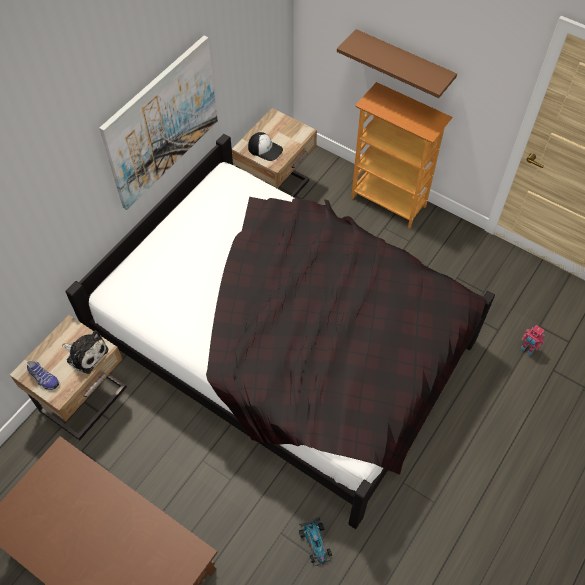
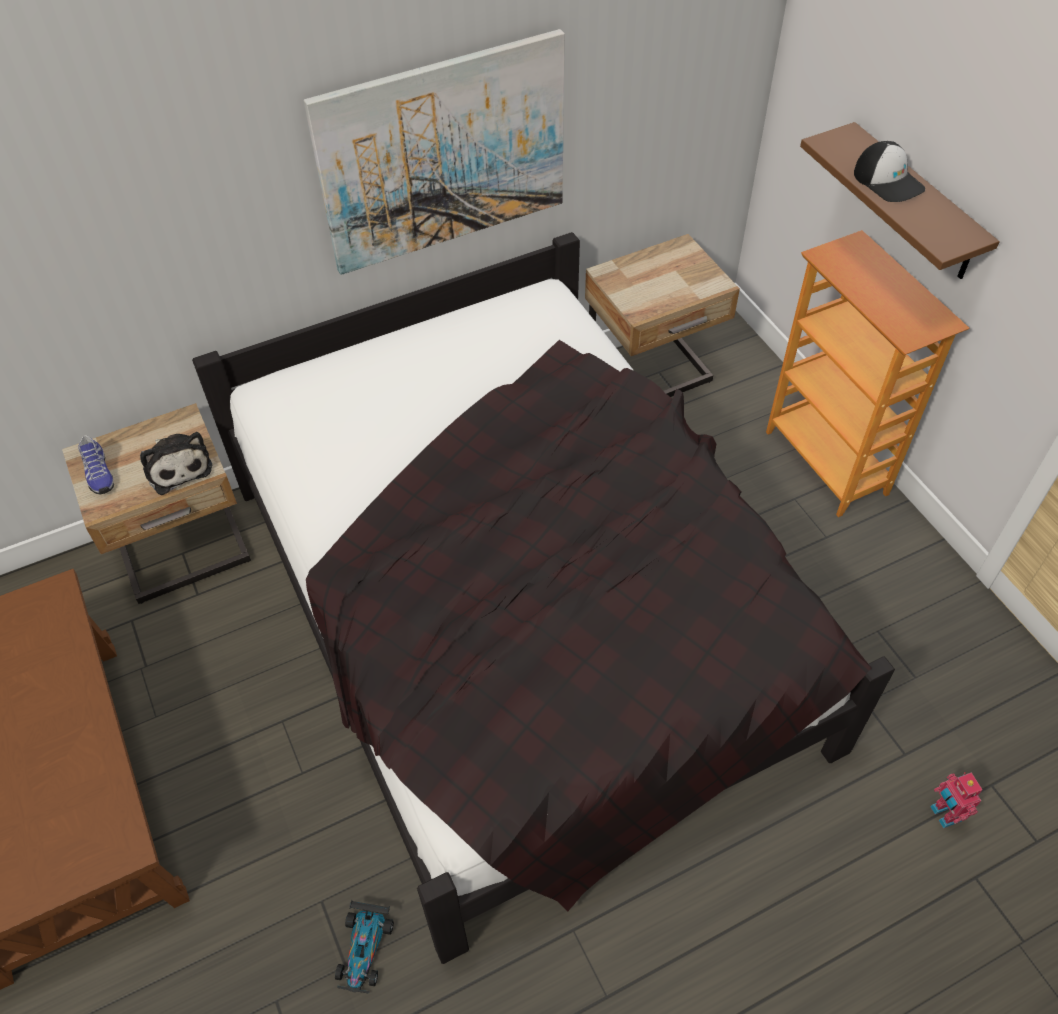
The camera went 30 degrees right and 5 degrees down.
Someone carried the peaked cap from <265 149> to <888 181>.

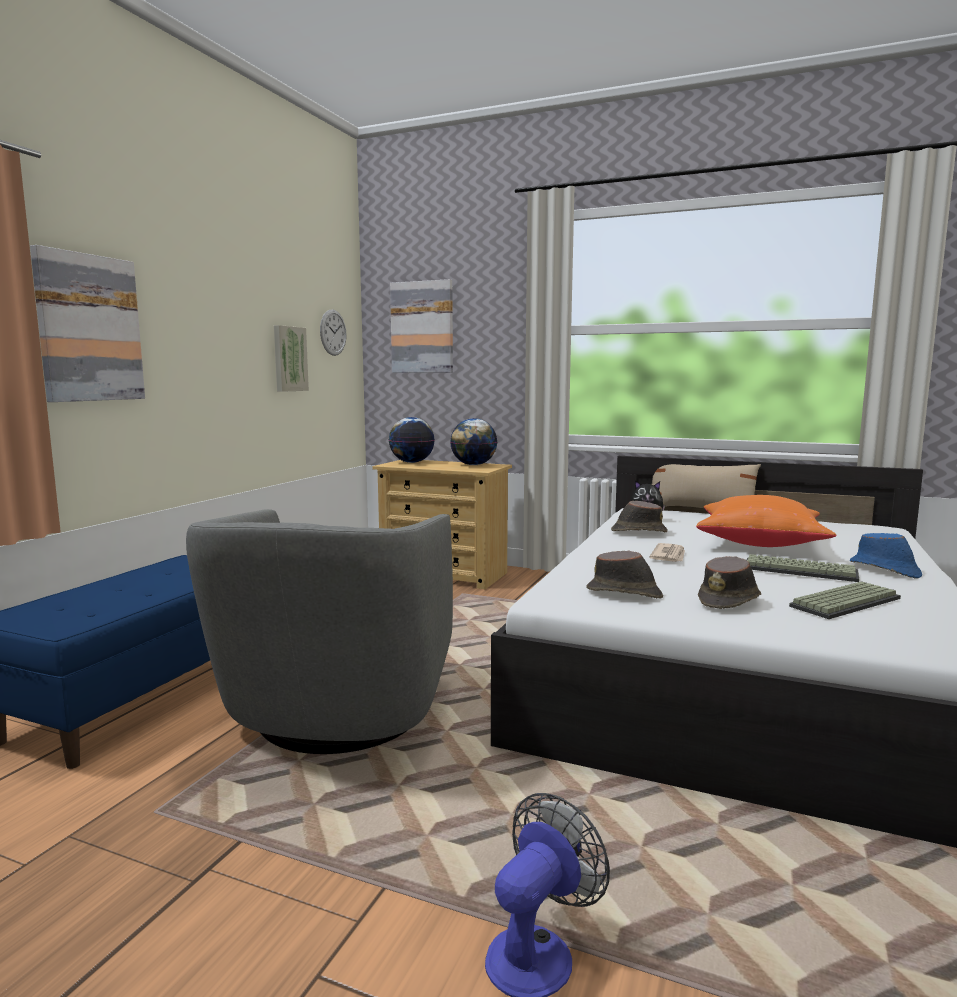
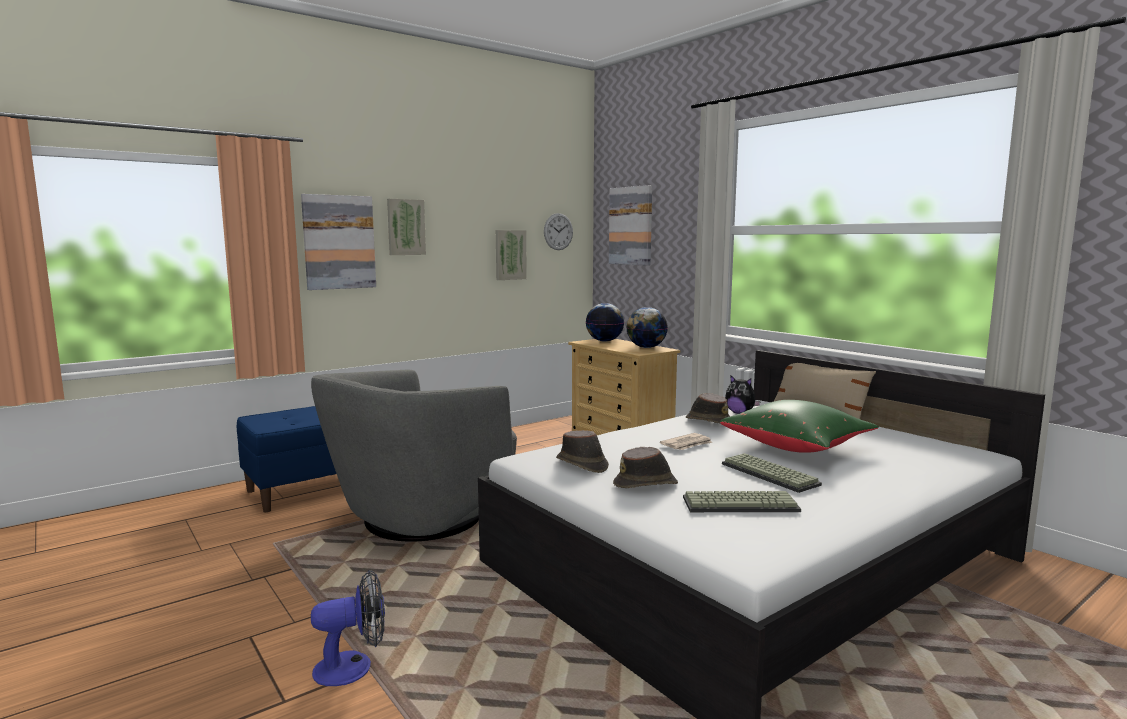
The camera went 30 degrees right and 0 degrees up.
Someone took away the wearable hat/bluish at <884 570>.
Someone put up the wall art at <405 227>.
Someone repainted the cushion/orange-coloured at <760 543>, which became the cushion/green-coloured at <797 447>.

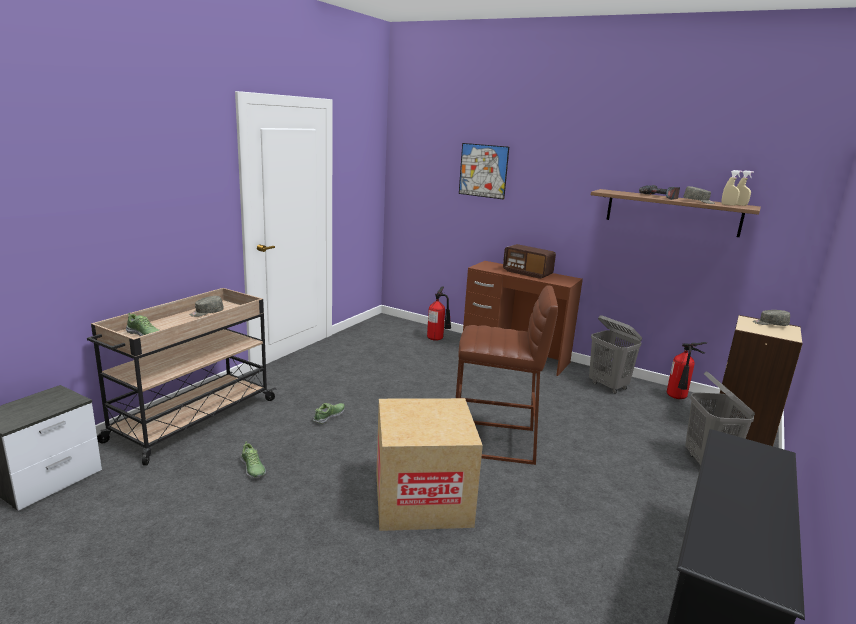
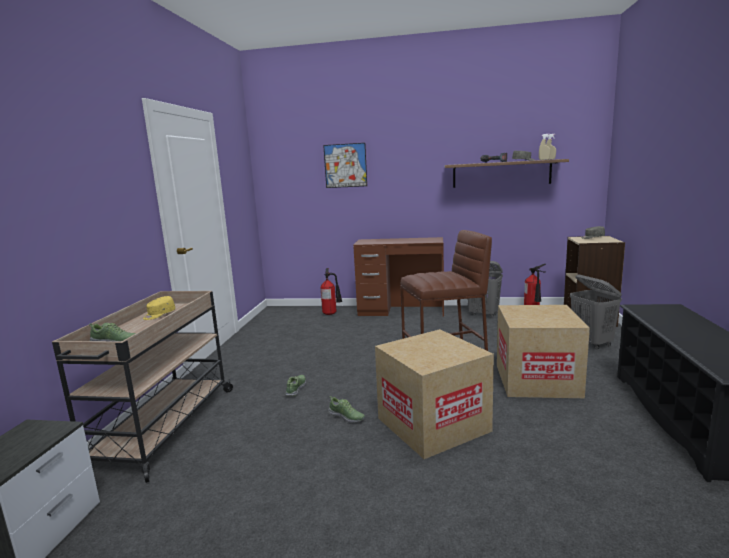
The camera went 20 degrees left and 5 degrees down.
Someone took away the radio at <527 273>.
Someone put down the packing box at <537 380>.
Someone carried the item of footwear from <252 469> to <347 417>.
Someone repainted the peaked cap/gray at <206 313>, which became the peaked cap/yellow at <159 315>.

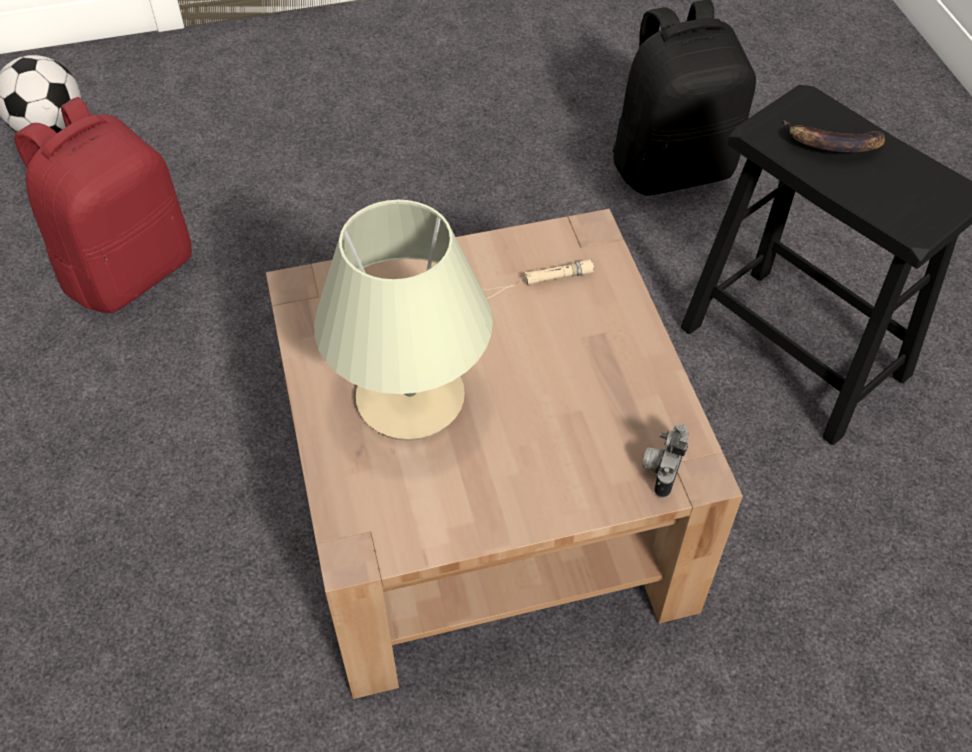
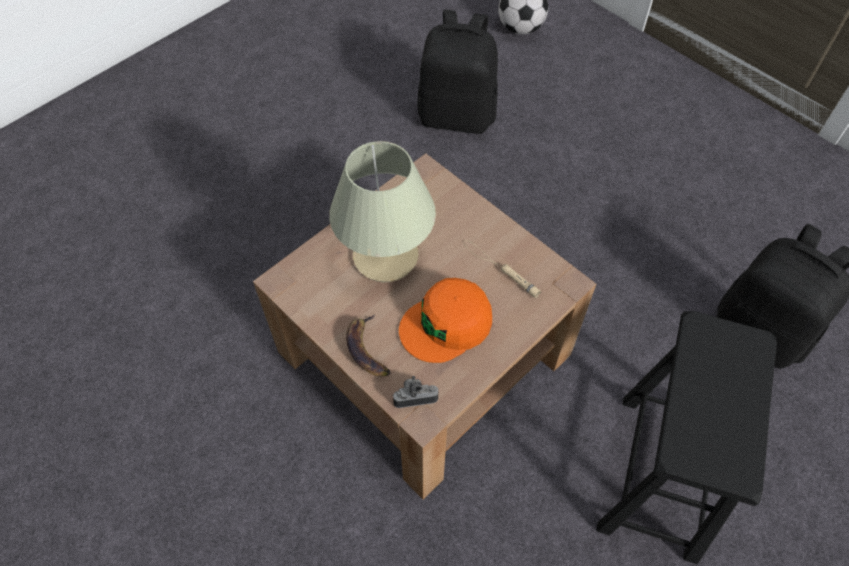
The camera went 60 degrees right and 5 degrees up.
Someone put down the peaked cap/orange-coloured at <447 325>.
Someone carried the banana from <832 144> to <367 349>.
Someone repainted the backpack/reddish at <128 270>, which became the backpack/blackish at <457 115>.

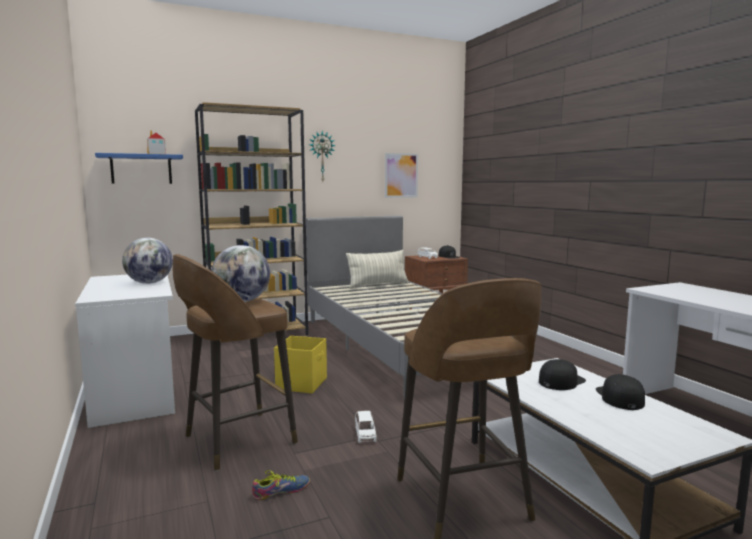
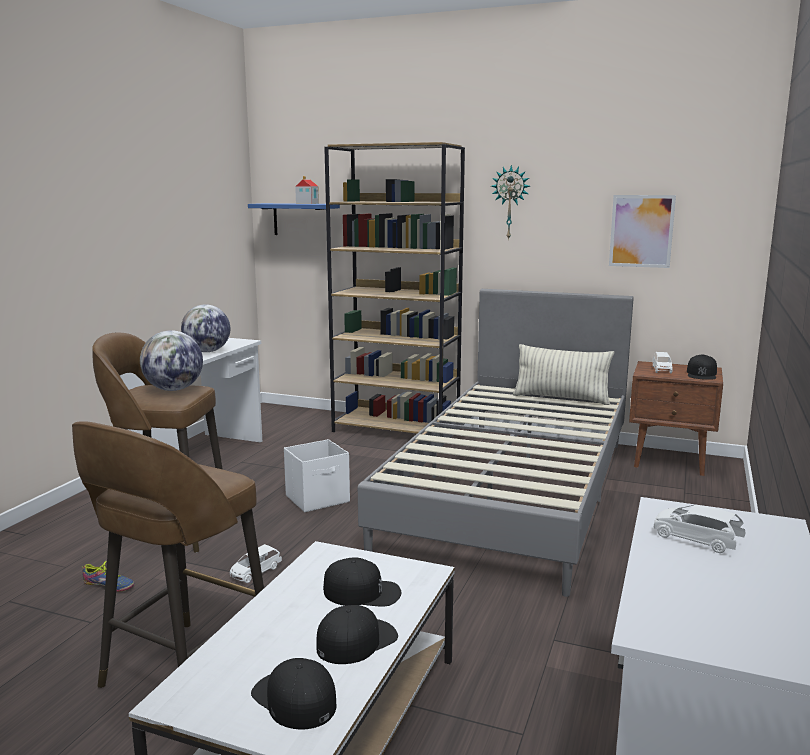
The camera went 45 degrees right and 5 degrees up.
Someone put down the peaked cap/blackish at <294 699>.
Someone put down the toy car/white-coloured at <696 539>.
Someone repainted the storage bin/yellow at <302 383>, which became the storage bin/white-coloured at <318 499>.

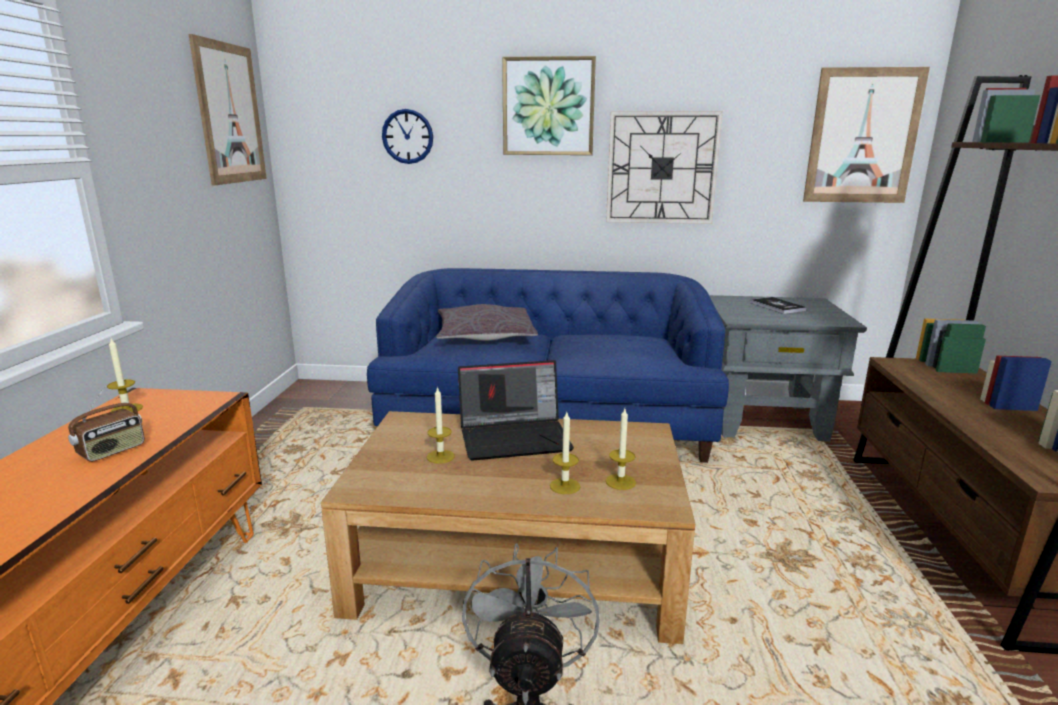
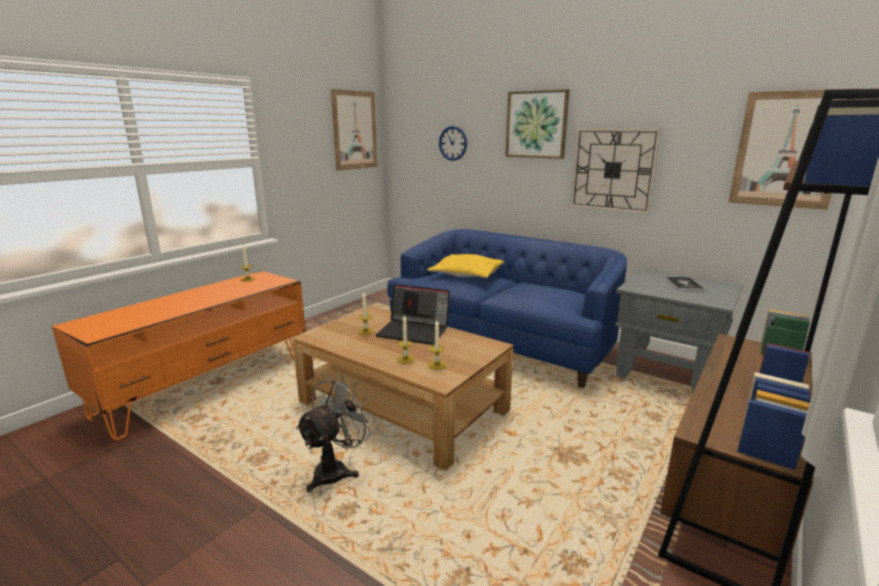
The camera went 30 degrees right and 0 degrees up.
Someone took away the radio at <112 451>.
Someone repainted the cushion/gray at <485 335>, which became the cushion/yellow at <467 274>.

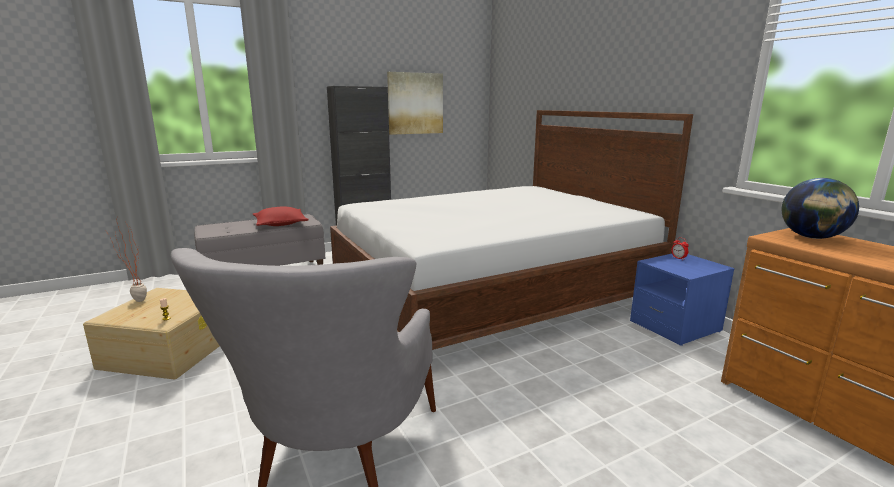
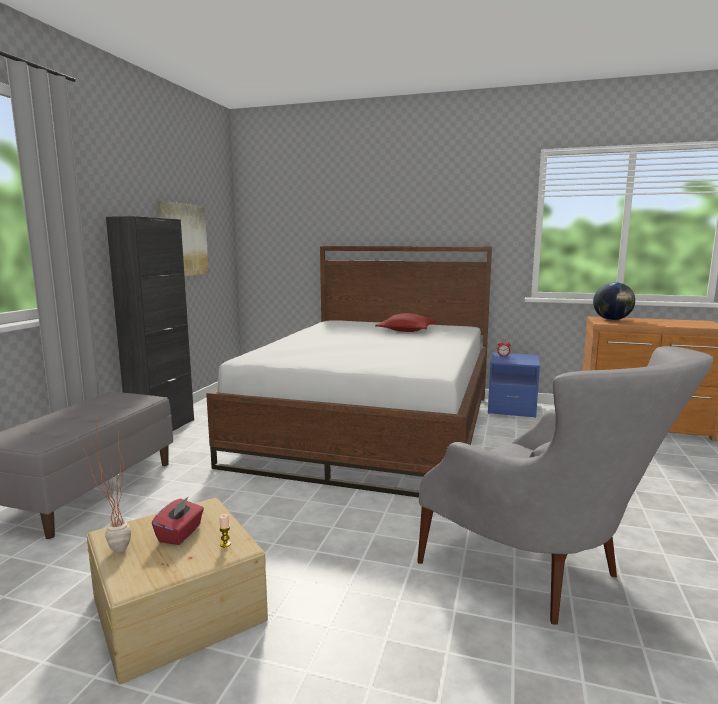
The camera went 45 degrees left and 5 degrees down.
Someone put down the box of tissues/reddish at <180 534>.
Someone carried the cushion/reddish from <280 224> to <406 331>.

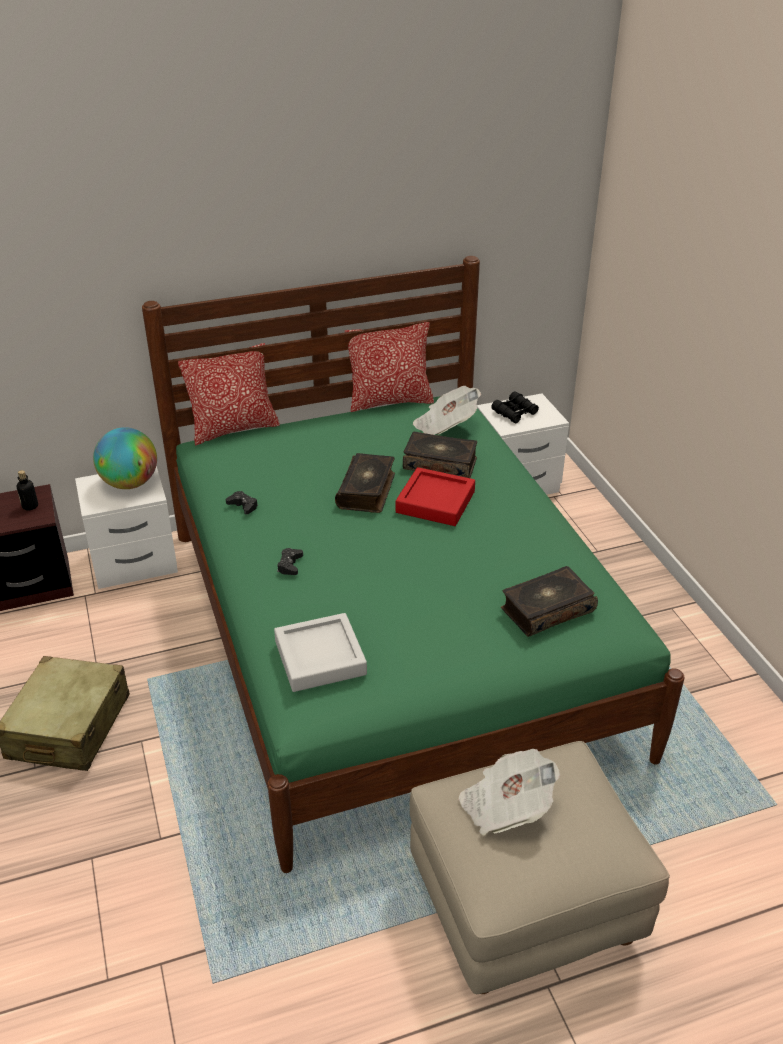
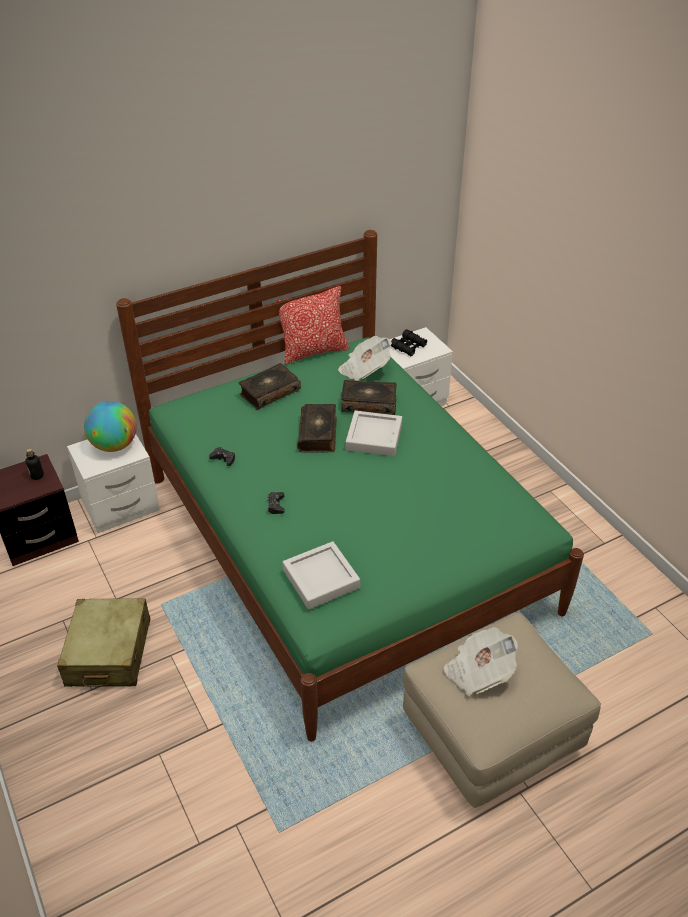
The camera went 10 degrees left and 5 degrees up.
Someone took away the cushion at <234 429>.
Someone carried the book from <546 609> to <269 392>.
Someone repainted the tray/reddish at <435 502>, which became the tray/gray at <374 437>.

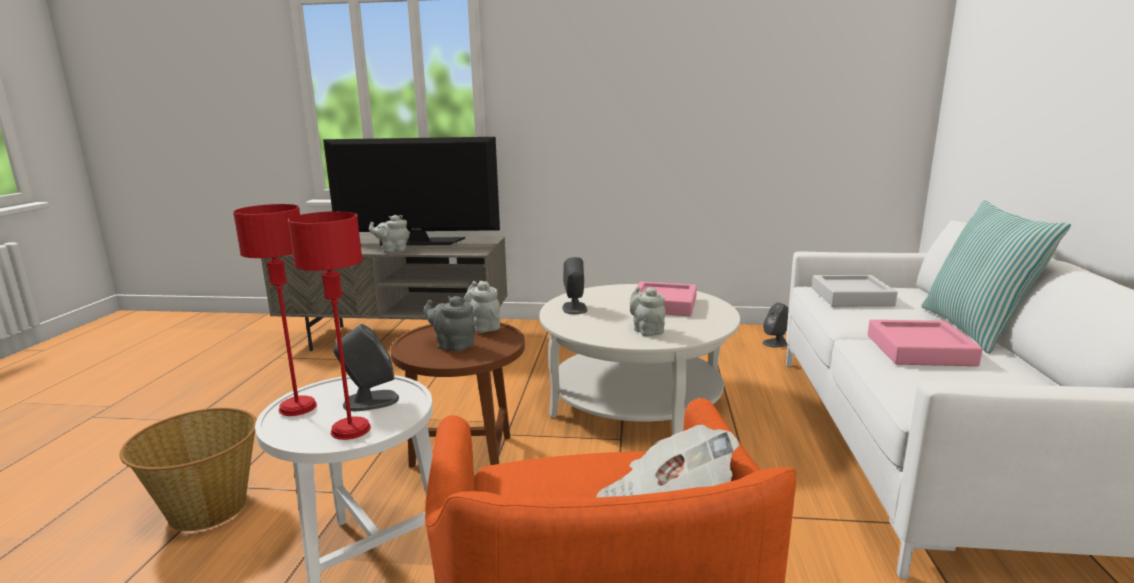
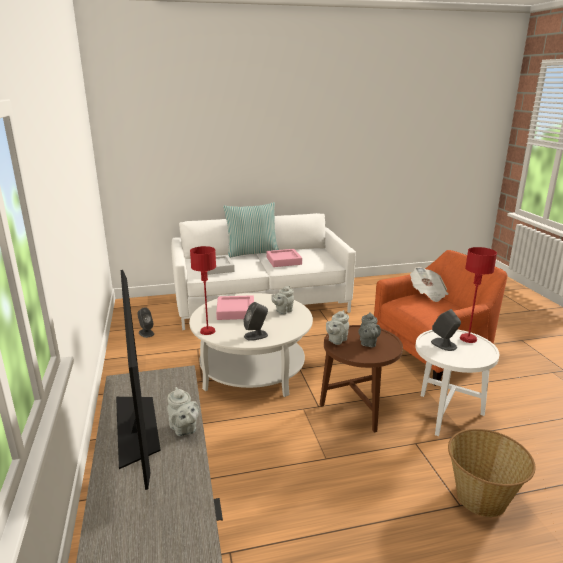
The camera went 110 degrees left and 5 degrees up.
Someone carried the tabletop lamp/reddish from <298 407> to <207 331>.

